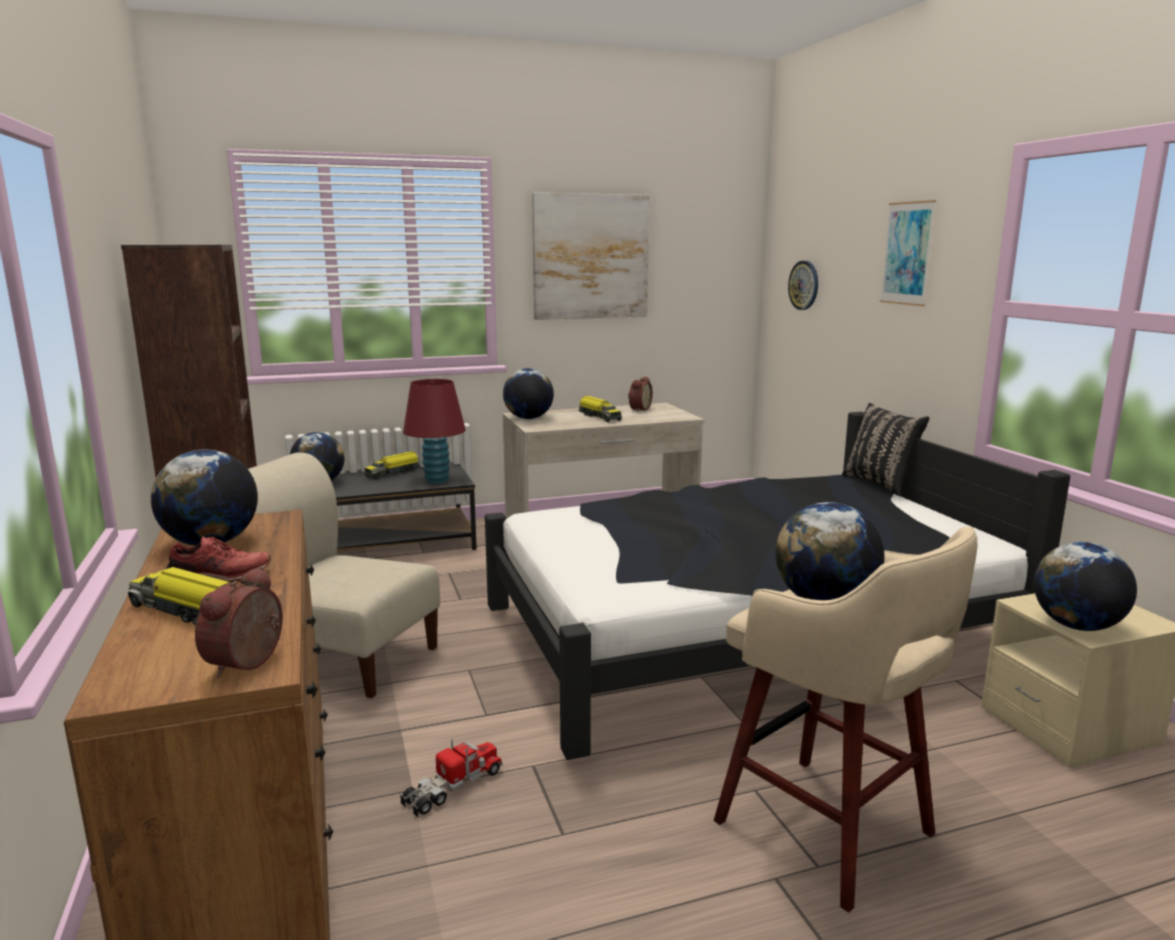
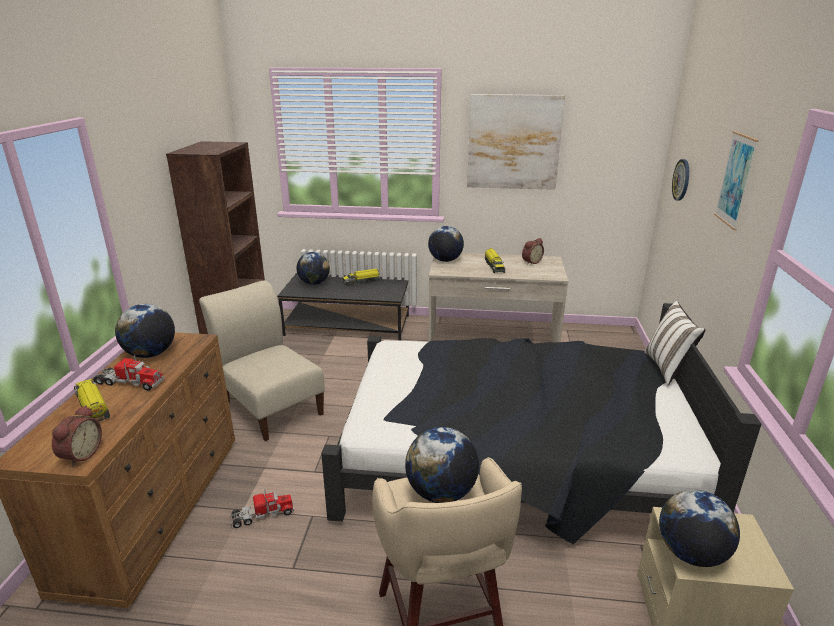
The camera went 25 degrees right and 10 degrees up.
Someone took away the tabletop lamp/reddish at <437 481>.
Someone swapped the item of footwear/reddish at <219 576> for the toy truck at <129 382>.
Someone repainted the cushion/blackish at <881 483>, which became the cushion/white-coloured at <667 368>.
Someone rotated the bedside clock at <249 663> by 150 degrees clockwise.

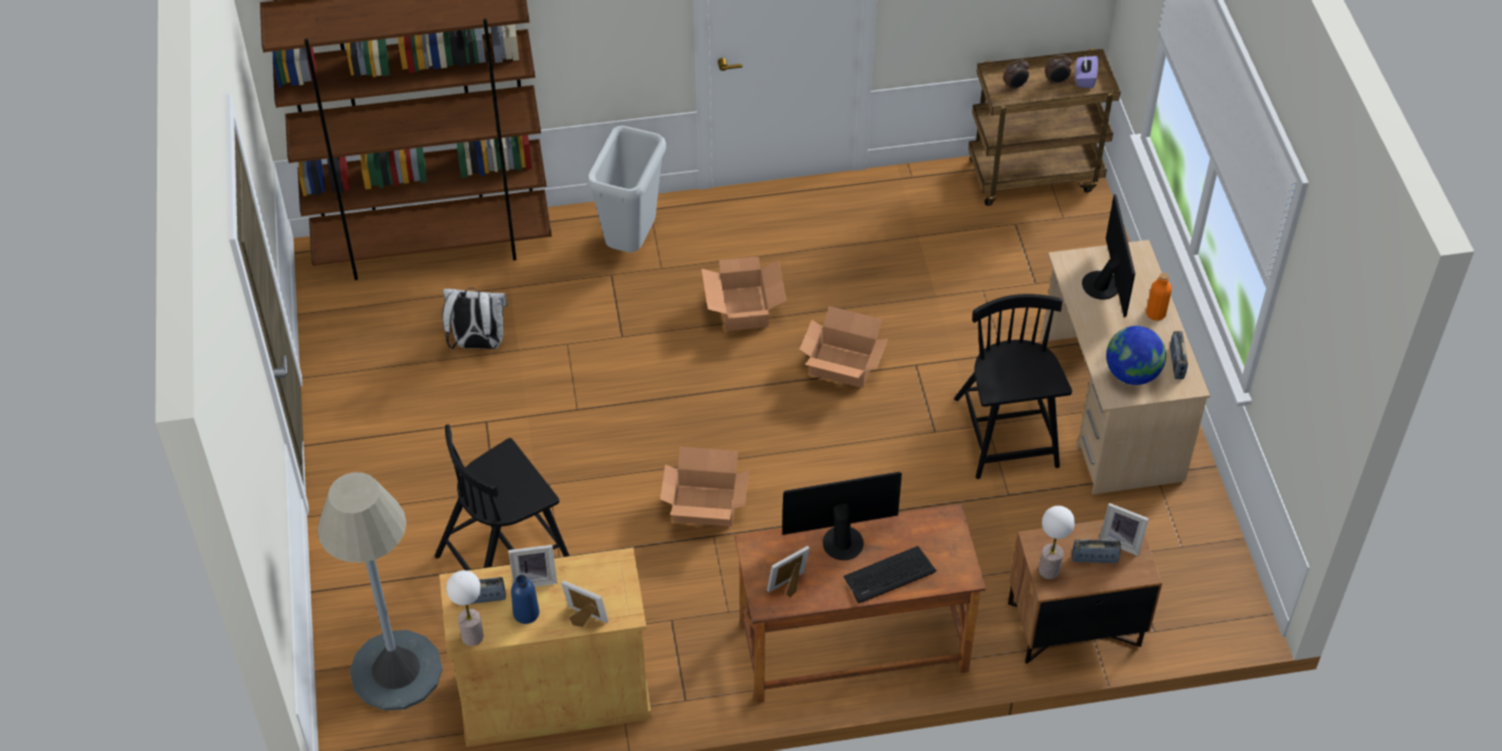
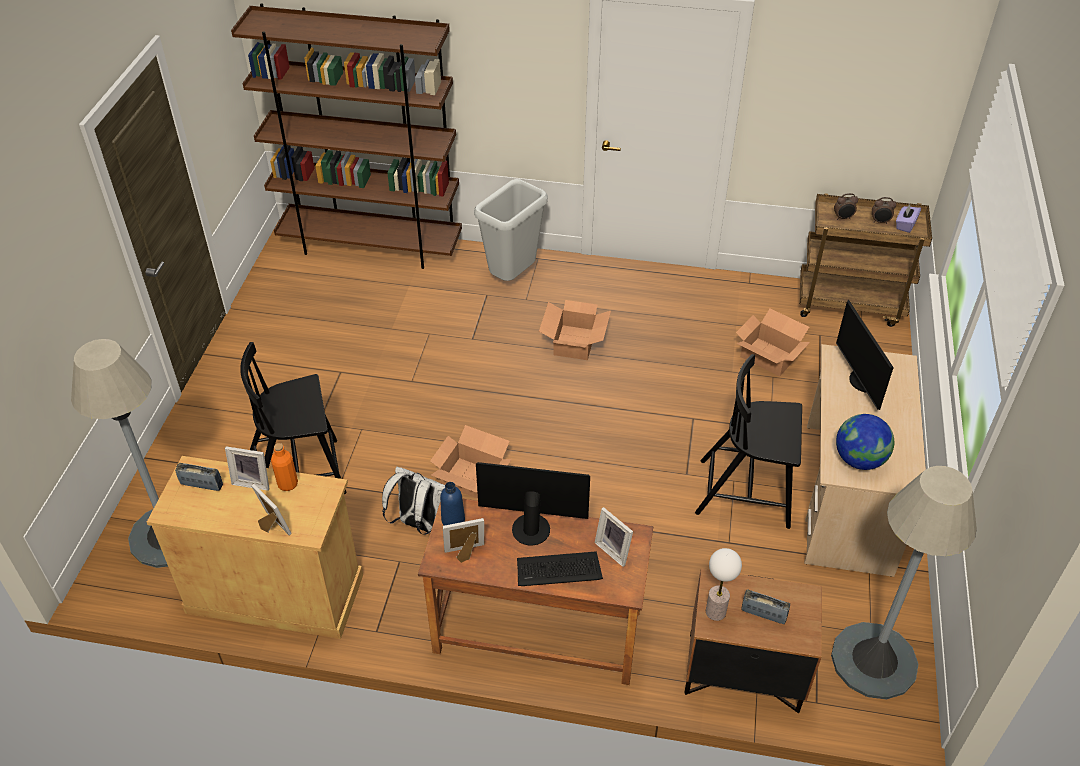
The camera went 20 degrees right and 5 degrees down.
Someone took away the tabletop lamp at <472 637>.
Someone took away the radio at <1176 363>.
Someone put down the floor lamp/gray at <874 660>.
Someone carried the backpack/white-coloured from <477 344> to <419 524>.
Someone carried the drink bottle/bluish from <526 613> to <453 520>.
Someone carried the packing box from <842 364> to <768 356>.
Someone carried the standing frame from <1121 541> to <615 550>.
Someone carried the drink bottle/orange-coloured from <1155 314> to <288 484>.
Someone rotated the chair/blackish at <1006 434> by 90 degrees counterclockwise.
Someone rotated the monitor at <1105 285> by 150 degrees clockwise.

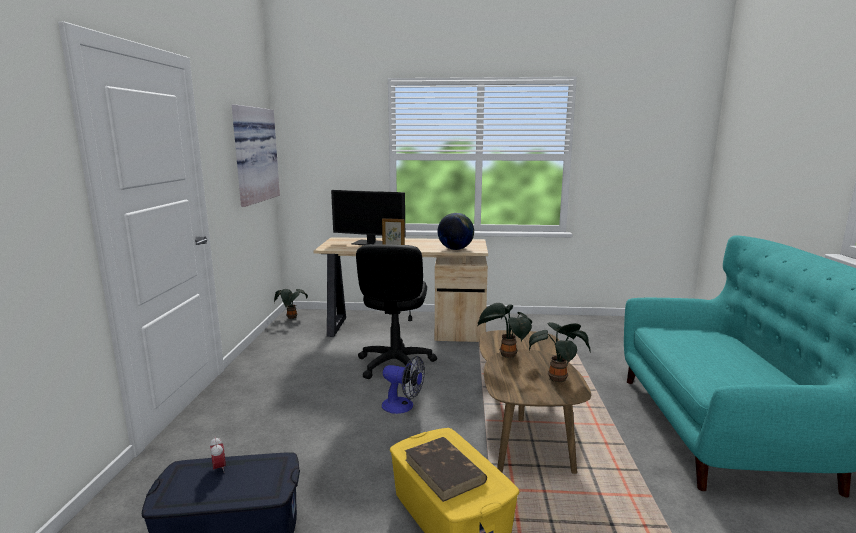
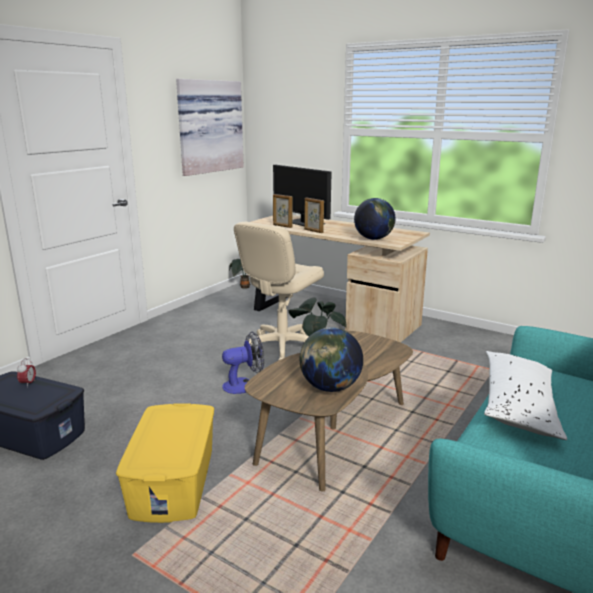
The camera went 30 degrees right and 5 degrees up.
Someone took away the book/brown-coloured at <445 471>.
Someone put down the standing frame at <282 226>.
Someone put down the cushion/white-coloured at <519 405>.
Someone swapped the plant in a pot at <558 378> for the globe at <330 388>.
Someone repainted the desk chair/blackish at <395 364>, which became the desk chair/beige-coloured at <282 347>.
Someone rotated the fan at <403 406> by 75 degrees counterclockwise.

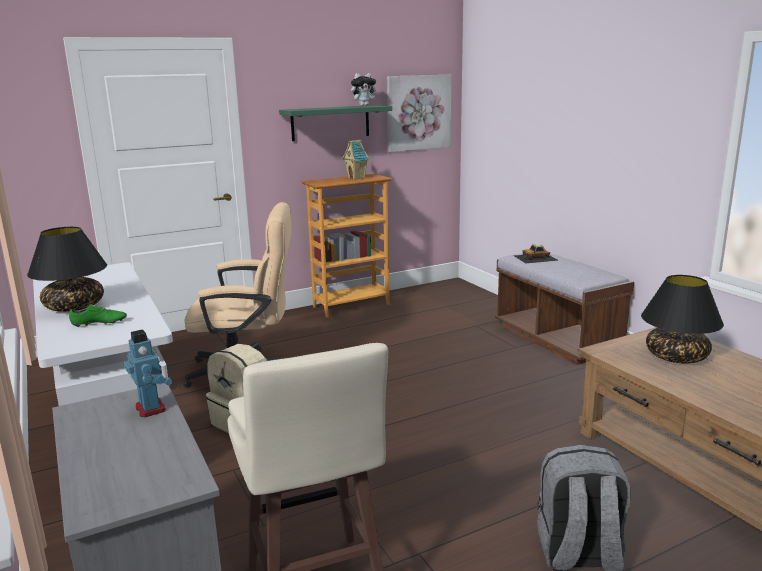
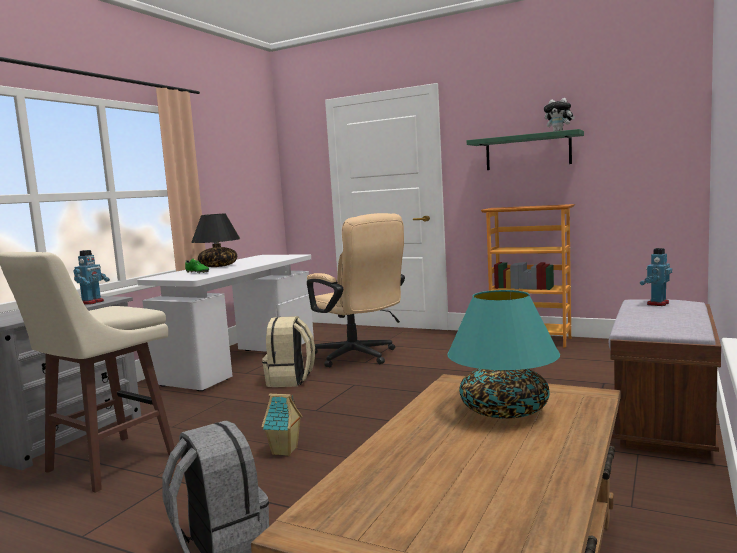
The camera went 55 degrees right and 10 degrees down.
Someone took away the wall art at <418 112>.
Someone carried the model house from <356 178> to <285 451>.
Someone swapped the toy car at <536 258> for the robot figure at <657 304>.
Someone repainted the tabletop lamp/blackish at <676 357>, which became the tabletop lamp/turquoise-coloured at <505 410>.

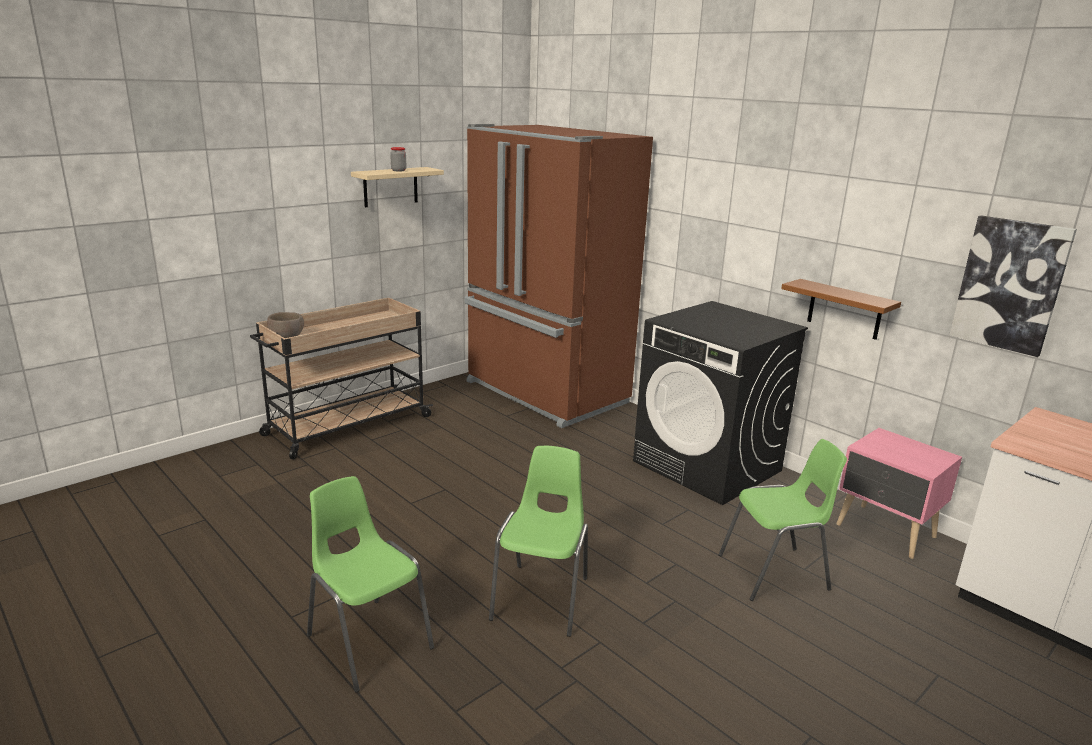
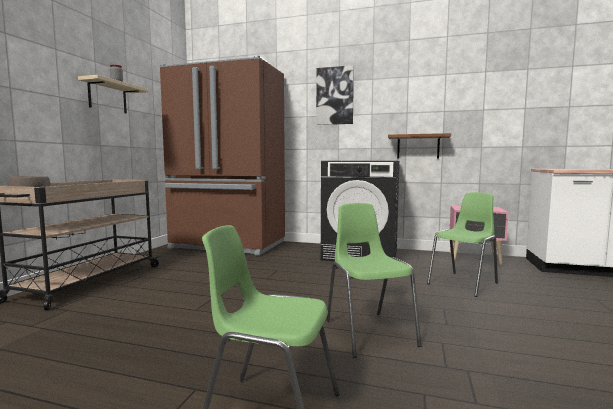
The camera went 30 degrees left and 15 degrees down.
Someone carried the wall art from <1010 284> to <335 96>.

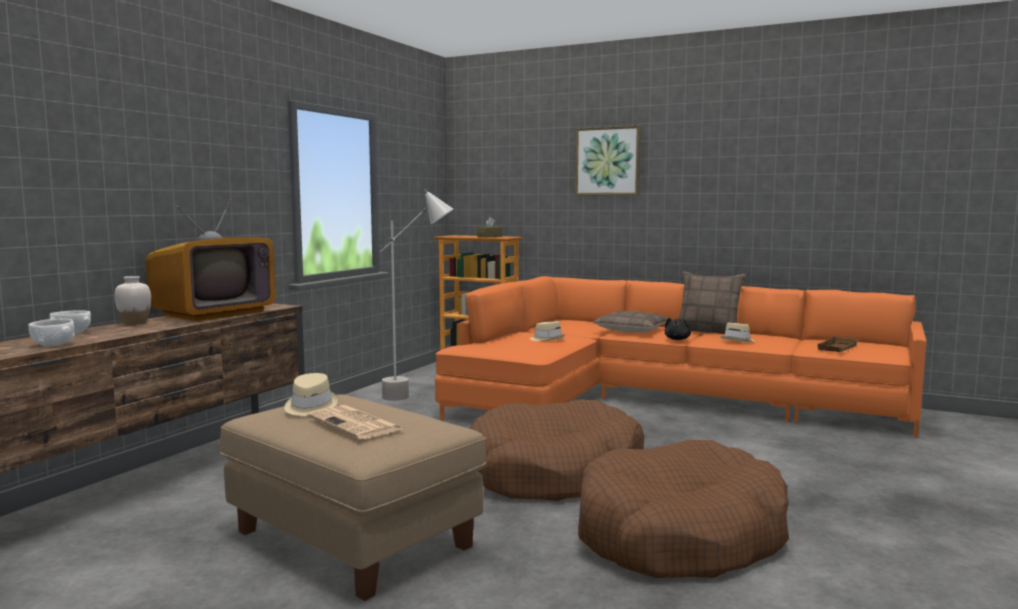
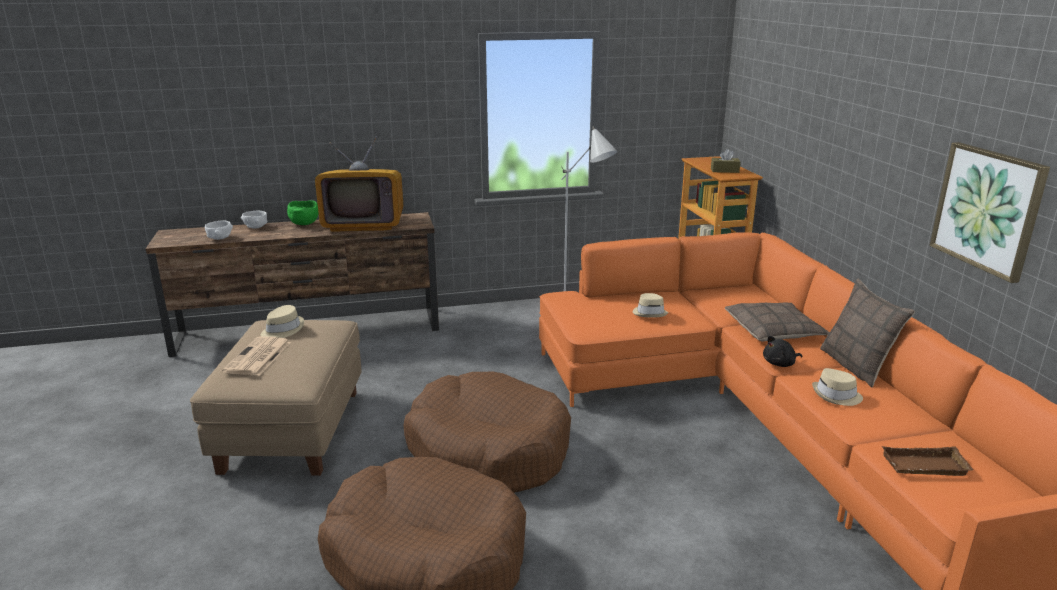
The camera went 50 degrees right and 15 degrees up.
Someone carried the wall art from <607 161> to <987 209>.
Someone swapped the flower vase/white-coloured at <134 323> for the bowl/green-coloured at <304 224>.

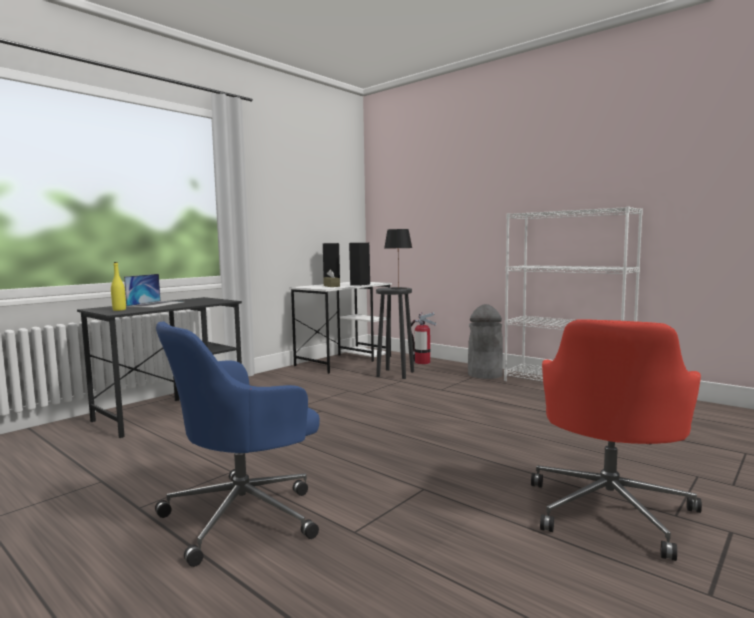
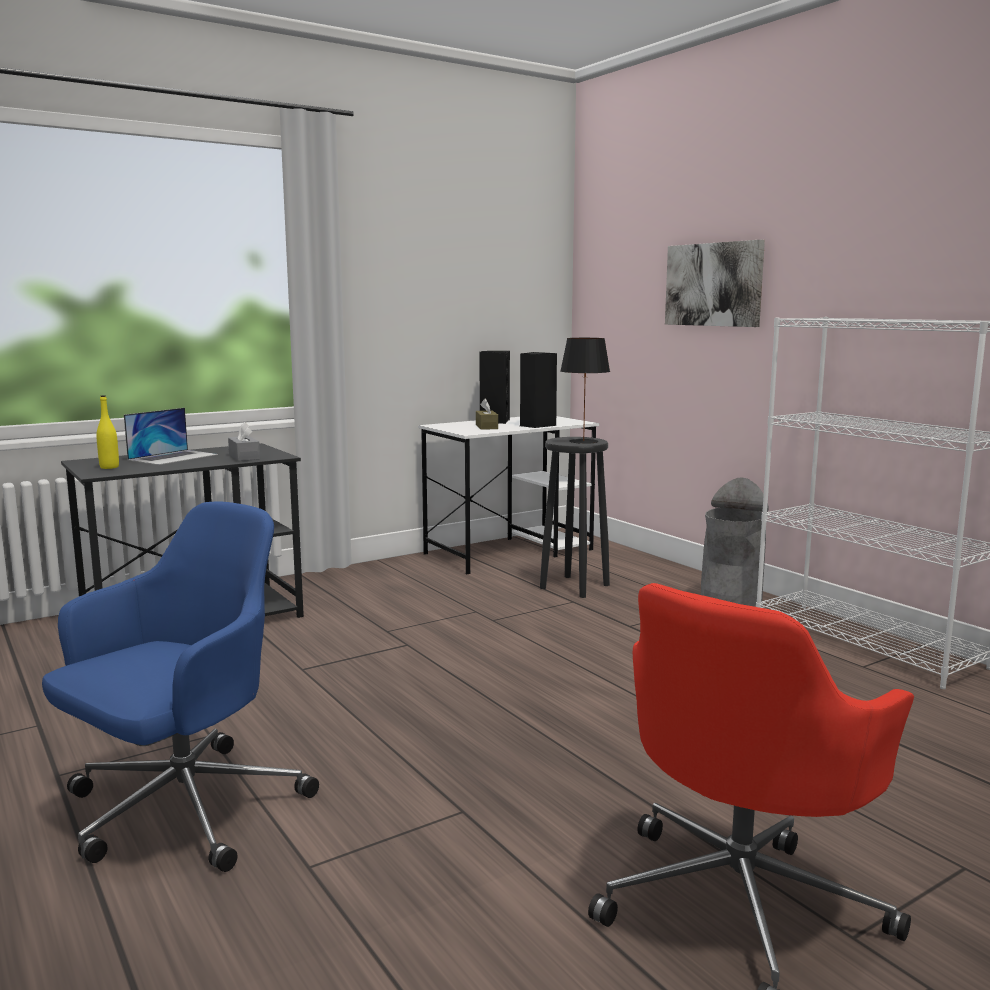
The camera went 15 degrees right and 5 degrees up.
Someone took away the fire-fighting cylinder at <422 362>.
Someone put down the box of tissues/gray at <244 457>.
Someone put up the wall art at <714 284>.
Someone rotated the desk chair/bluish at <245 514> by 150 degrees clockwise.

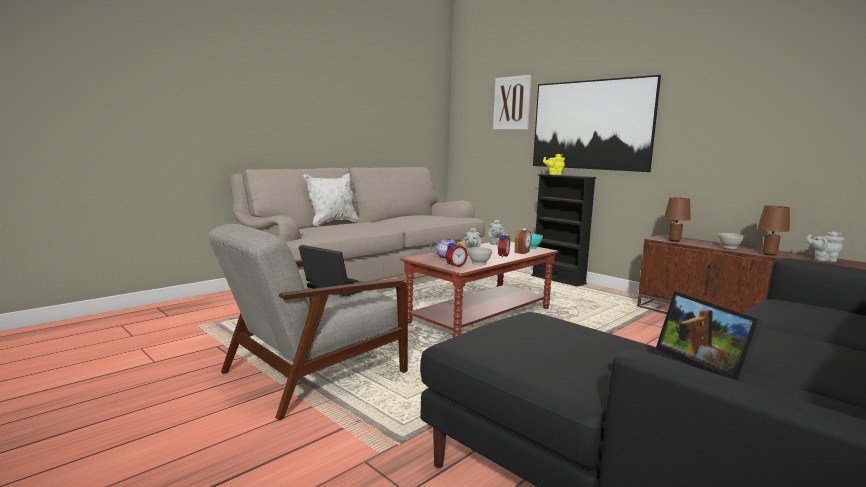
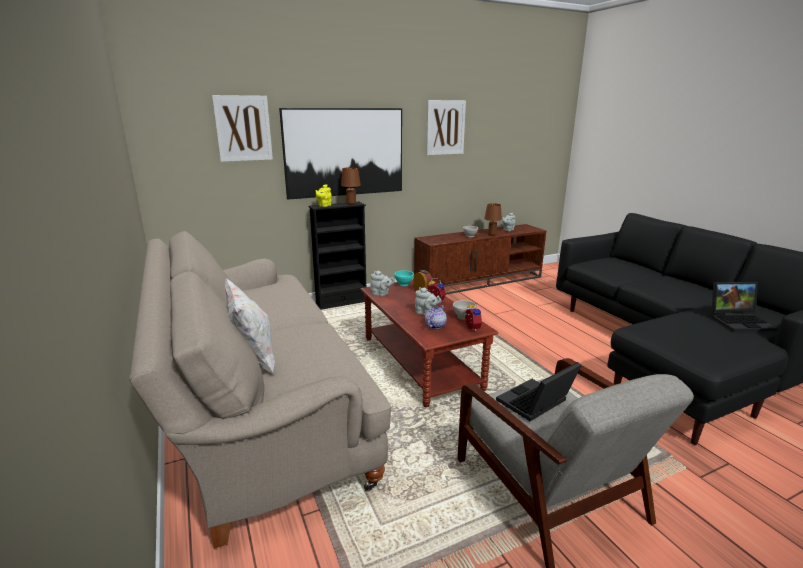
The camera went 70 degrees left and 10 degrees up.
Someone put up the wall art at <445 127>.
Someone carried the tabletop lamp/brown-coloured from <674 240> to <351 203>.

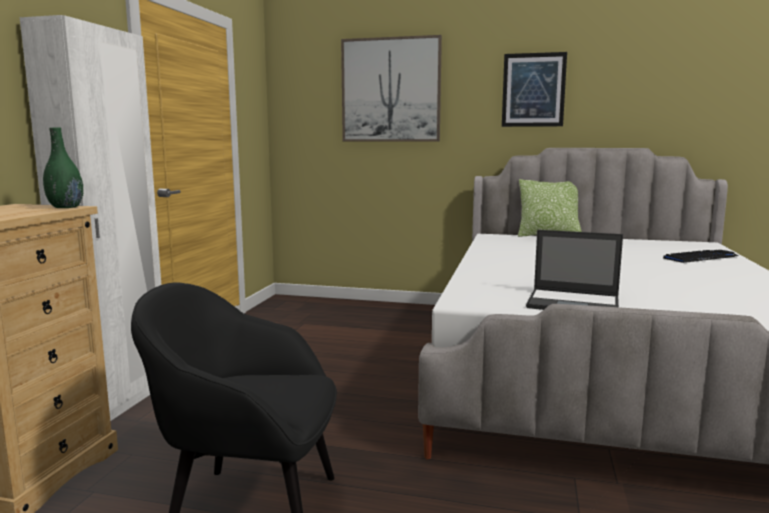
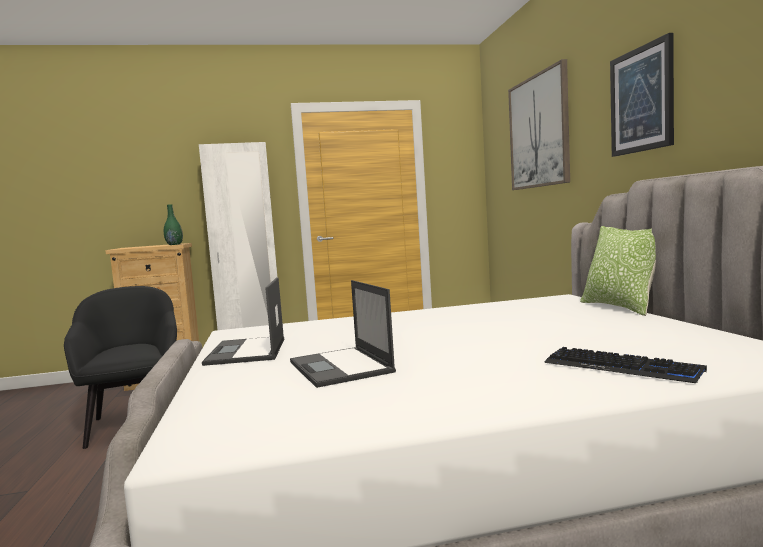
The camera went 65 degrees right and 5 degrees down.
Someone put down the portable computer at <341 367>.

